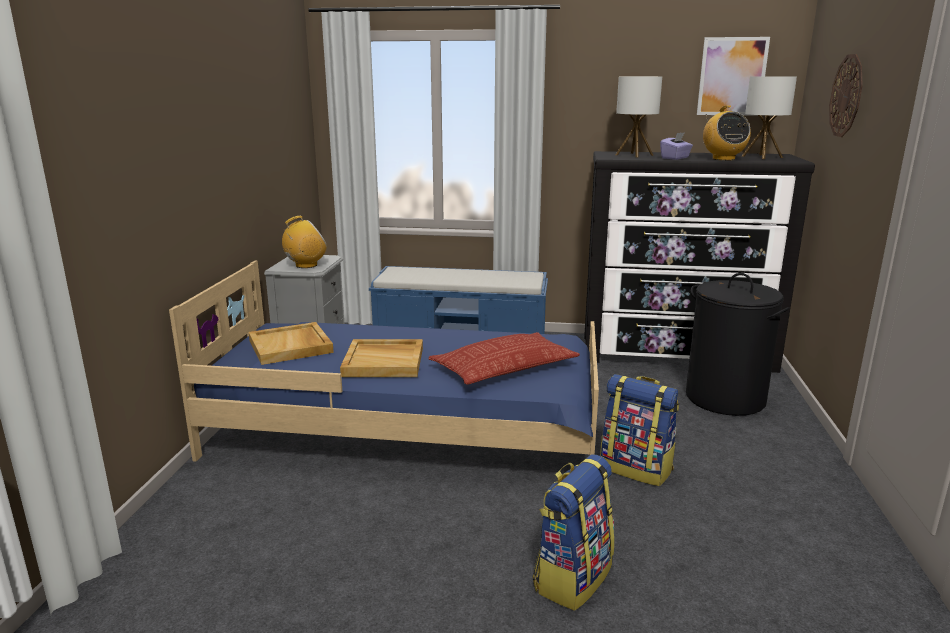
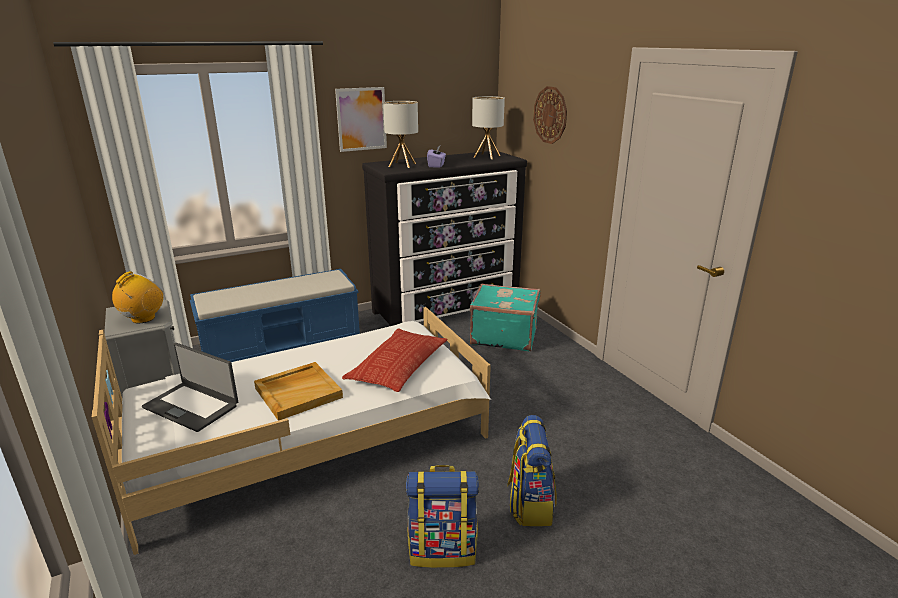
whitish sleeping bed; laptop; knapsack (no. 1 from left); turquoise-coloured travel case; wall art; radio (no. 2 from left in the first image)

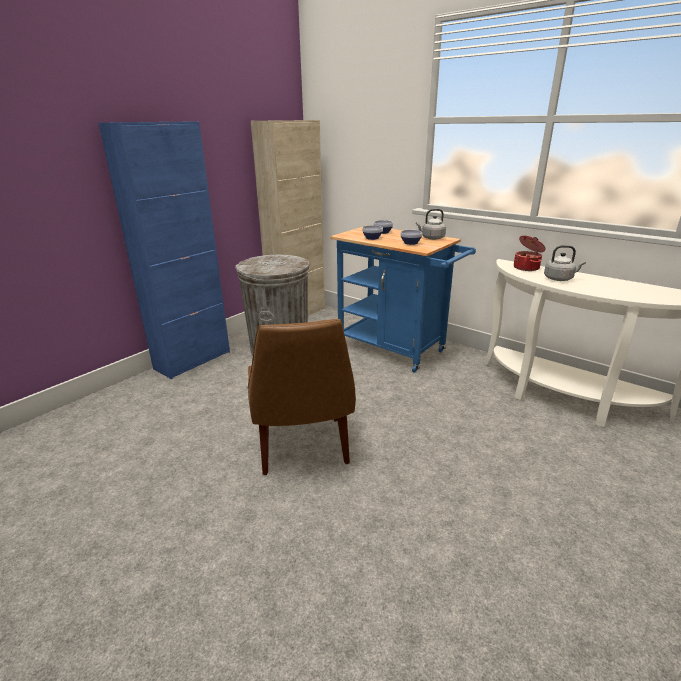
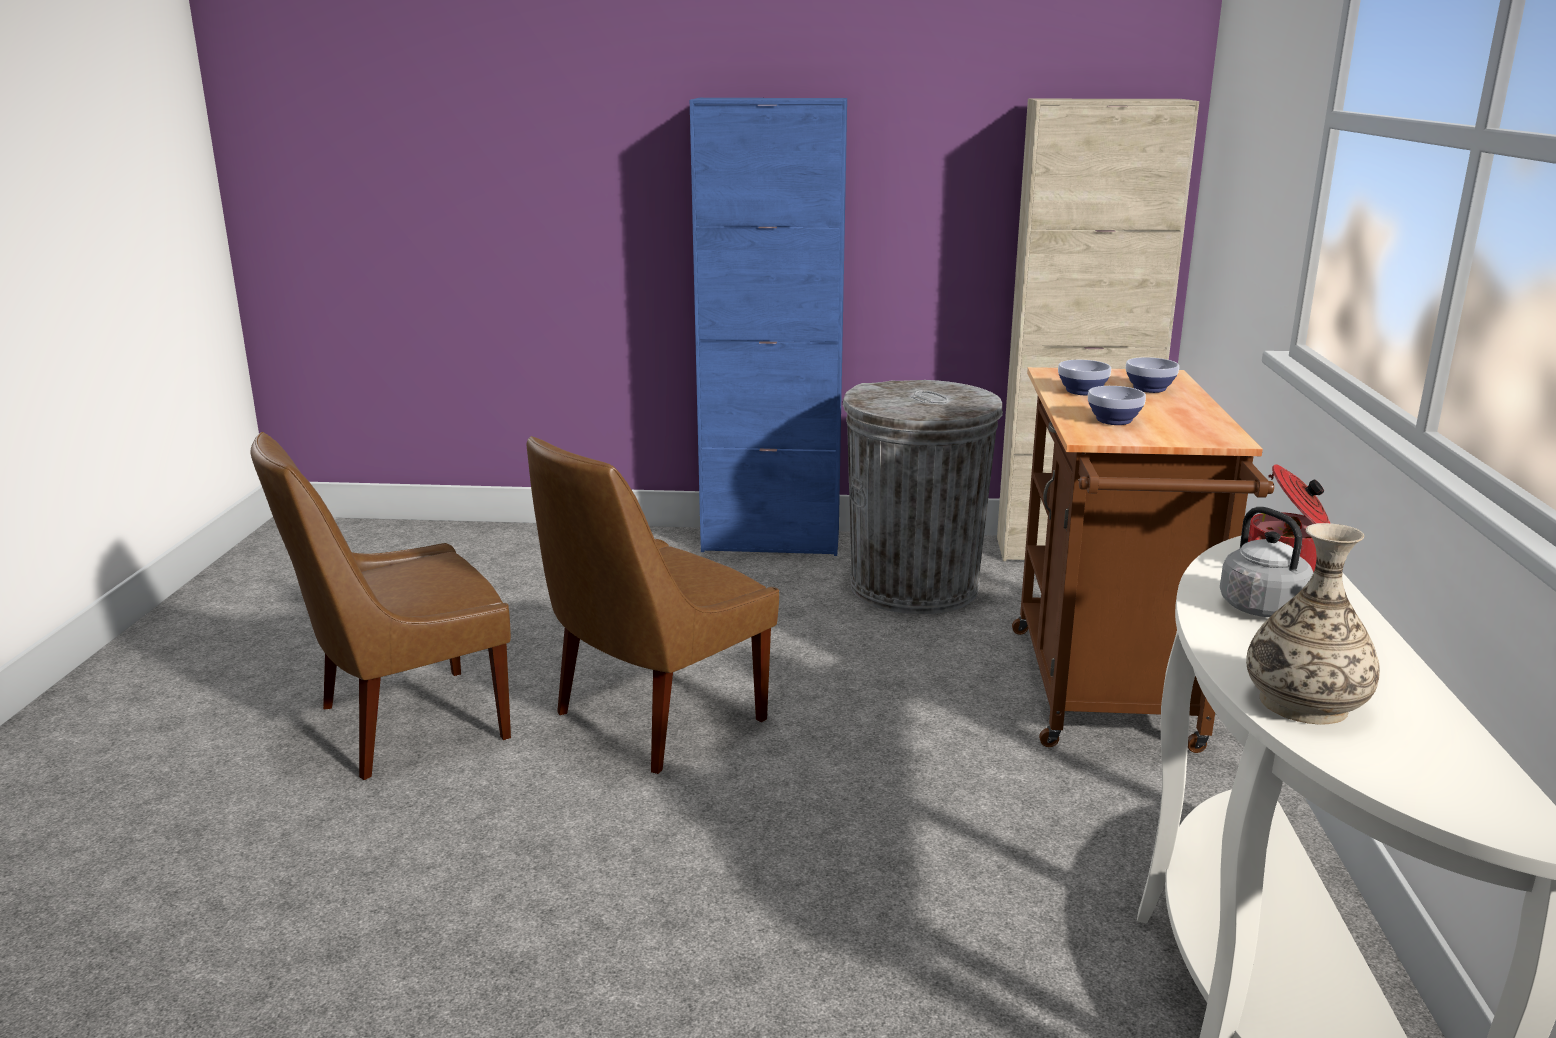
brownish cart; greyish kettle (no. 1 from left in the first image); brownish plain chair (no. 1 from left); flower vase

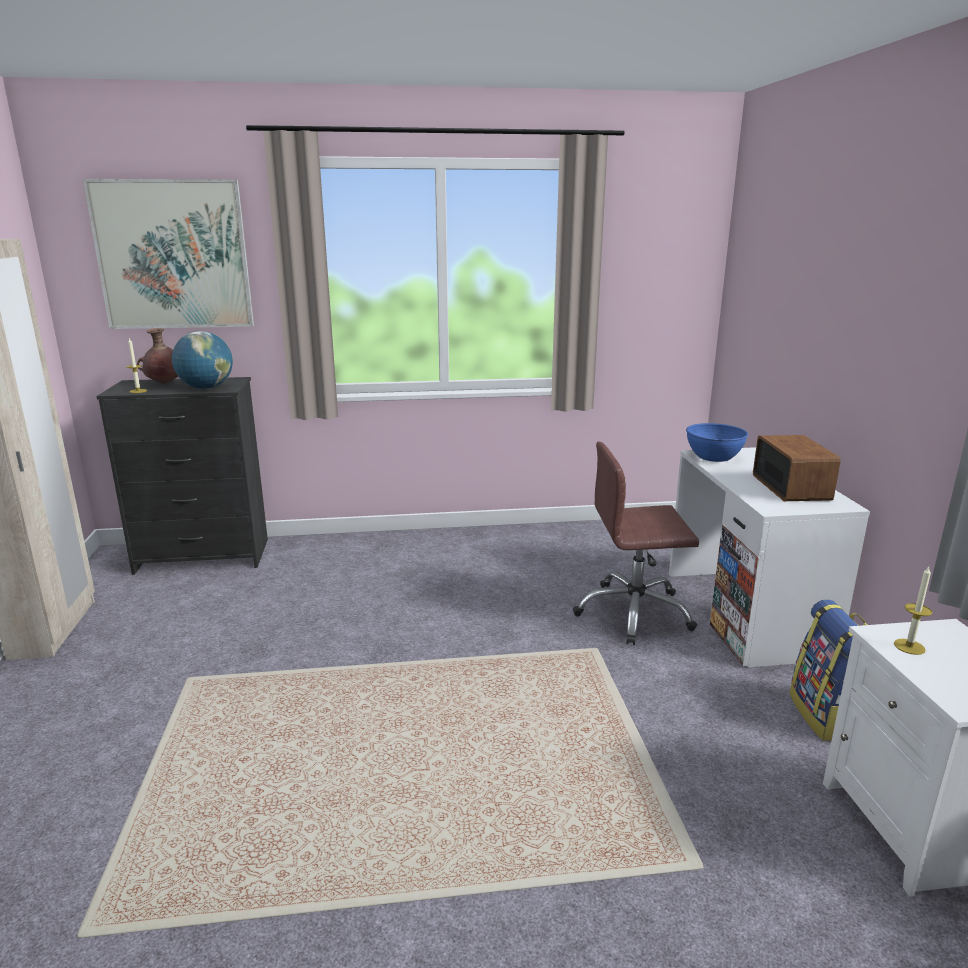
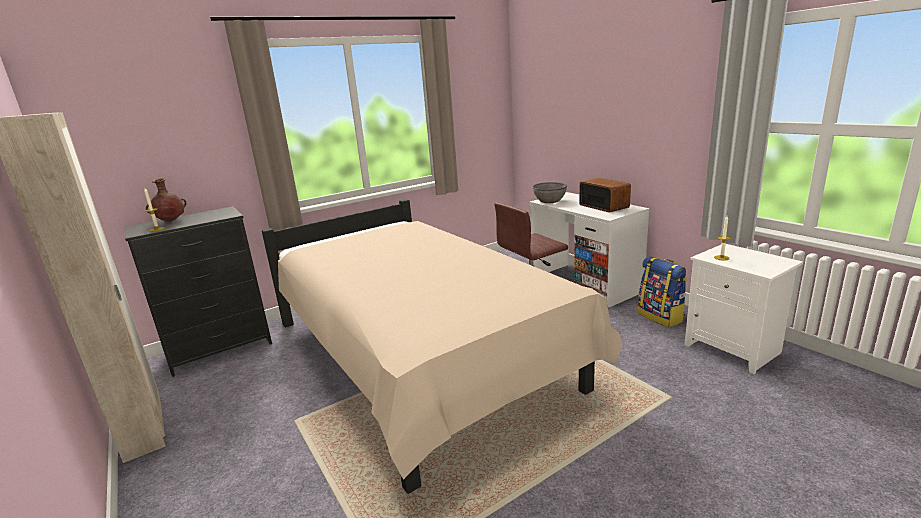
wall art; world globe; greyish bowl; beige-coloured sleeping bed

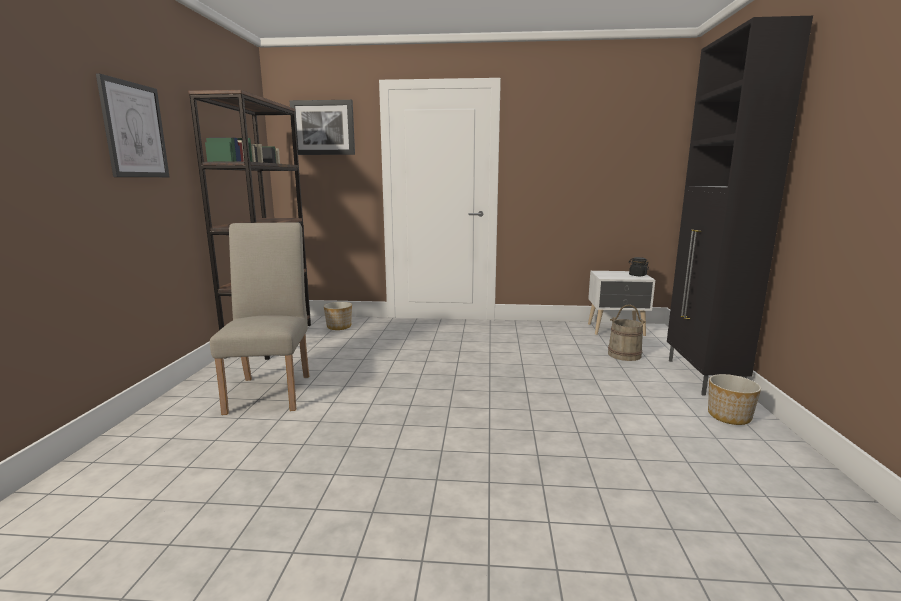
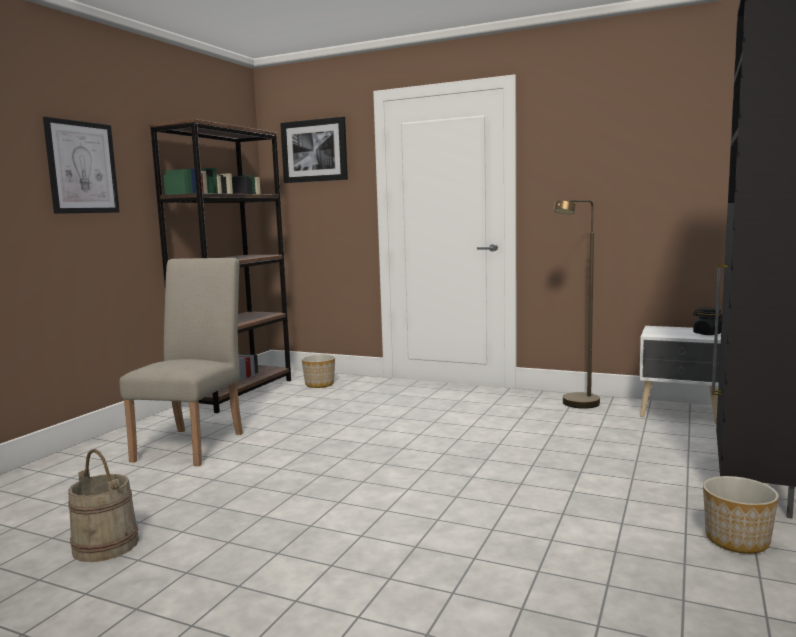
beige-coloured water bucket; brownish standing lamp

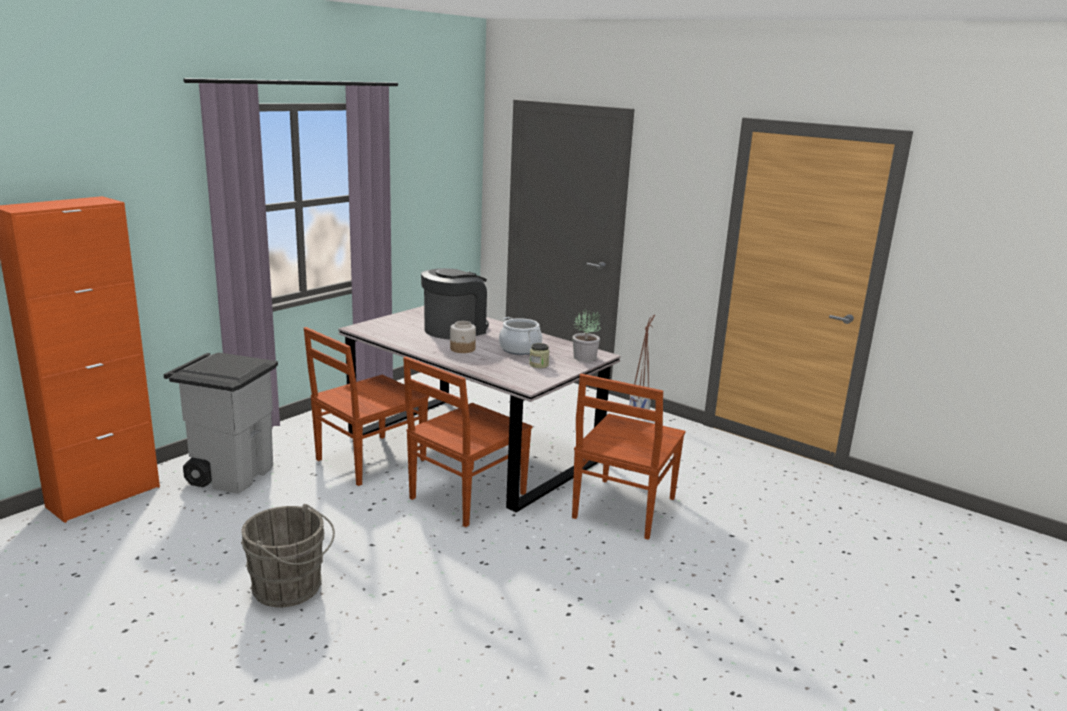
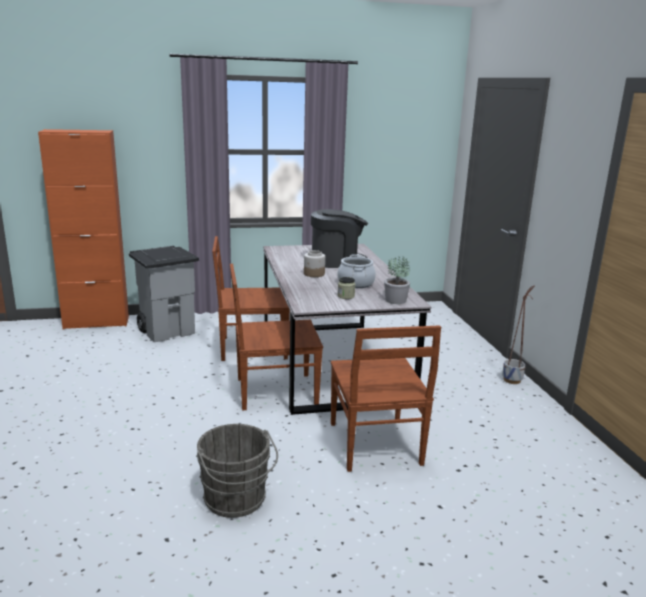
greyish water bucket; brownish plain chair (no. 3 from left)

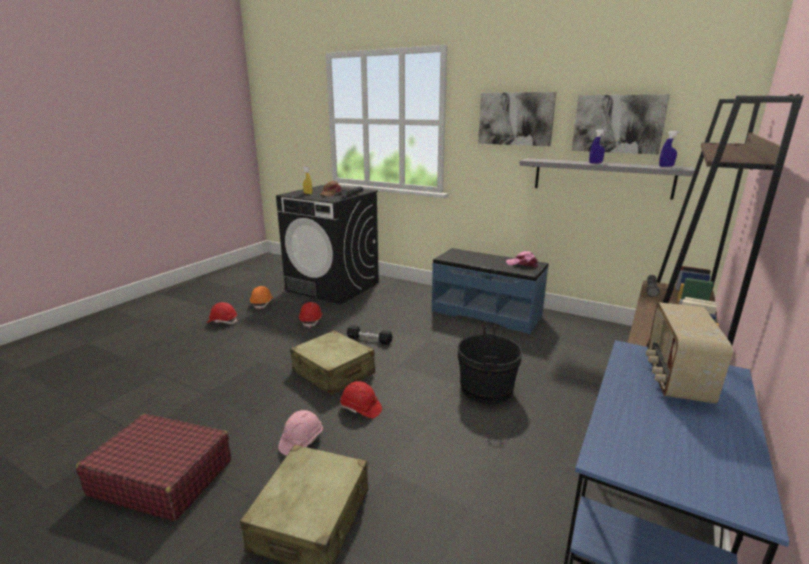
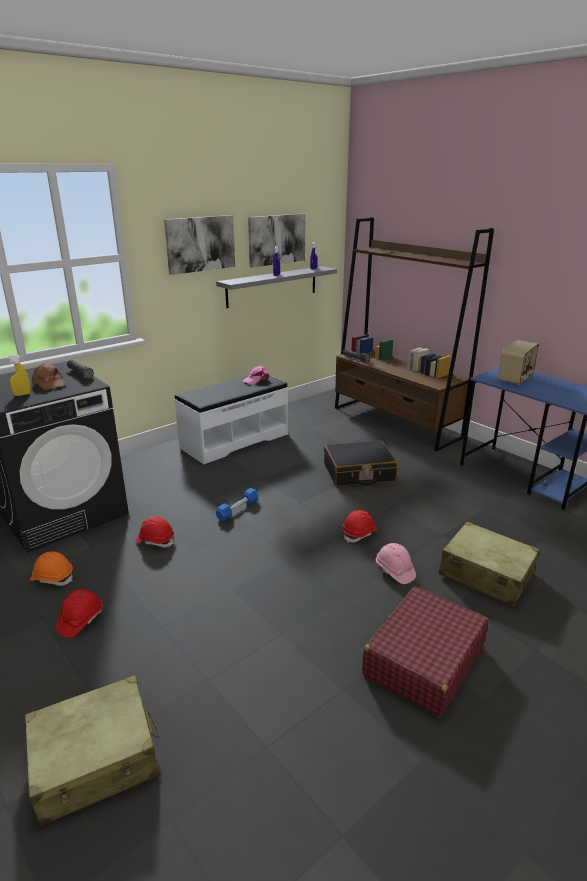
beige-coloured travel case (no. 1 from left); blue dumbbell; whitish long seat; blackish travel case; radio

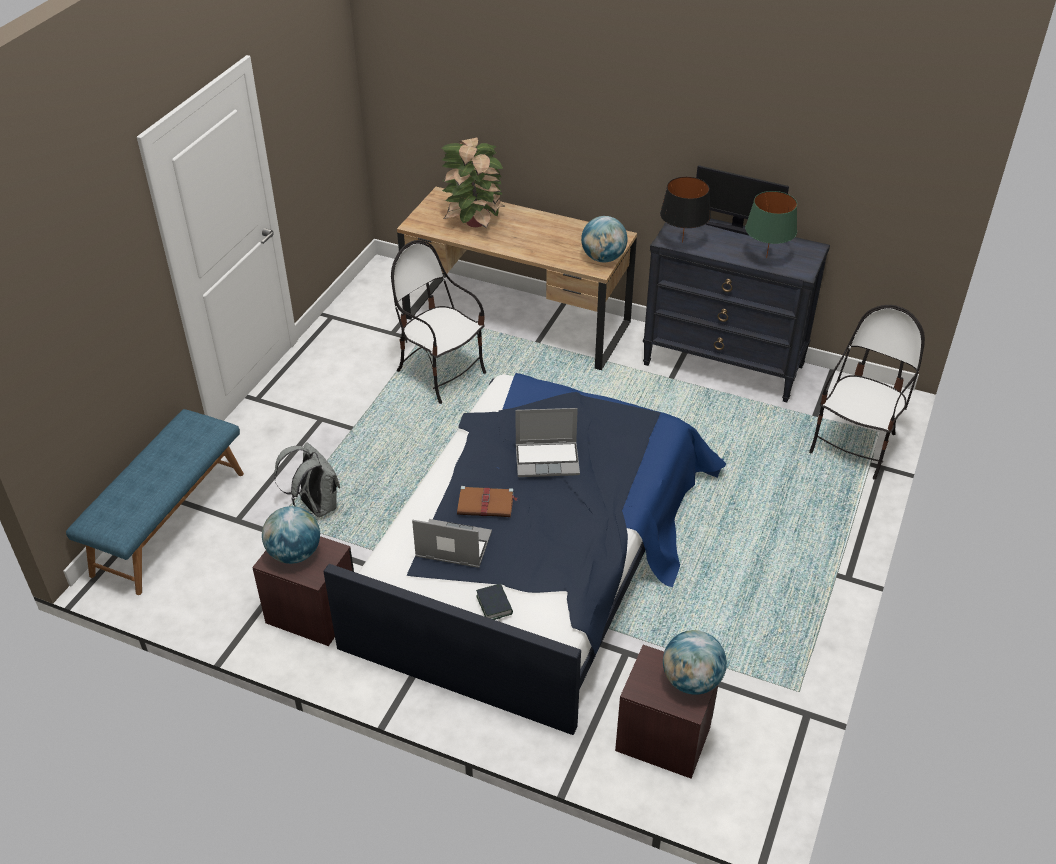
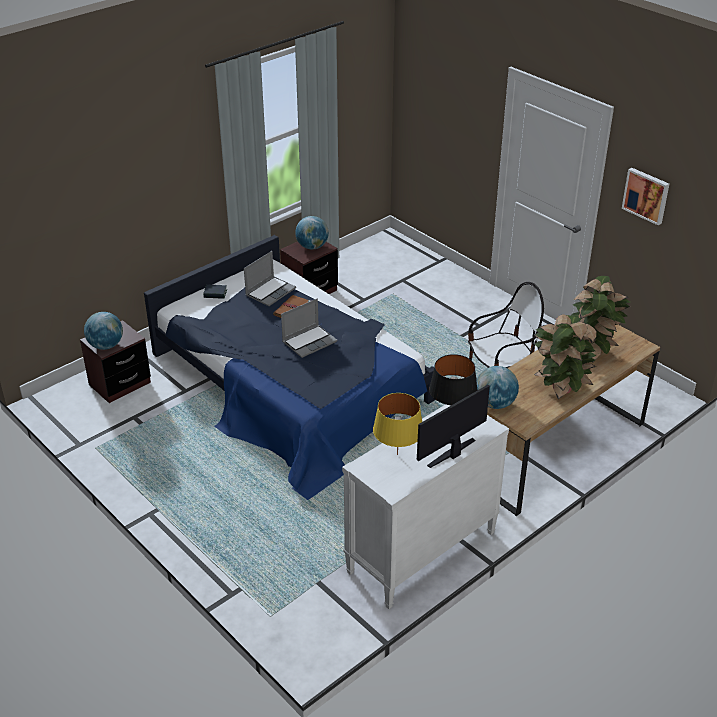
blue long seat; greyish knapsack; laptop (no. 2 from left); whitish drawer chest; yellow lamp for a table; plain chair (no. 2 from left in the first image); potted plant (no. 1 from left); wall art

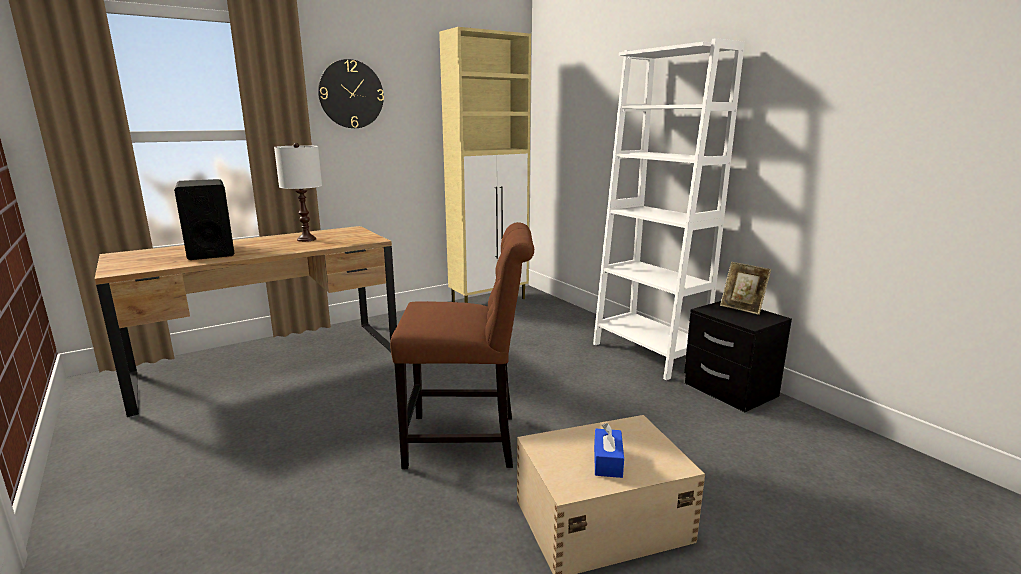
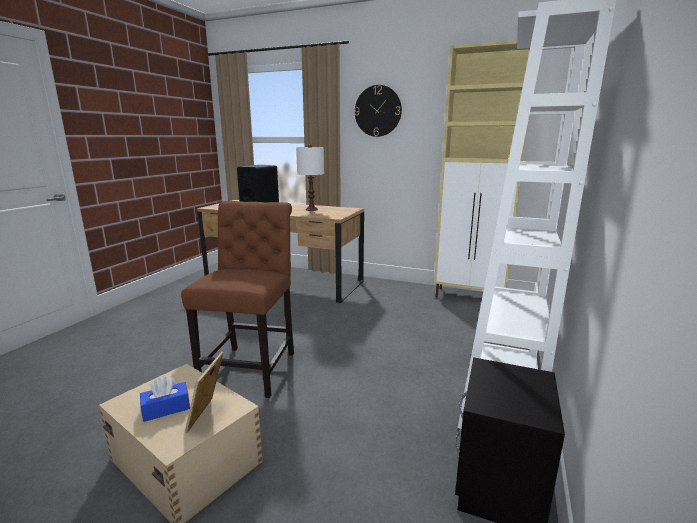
brownish plain chair; standing frame

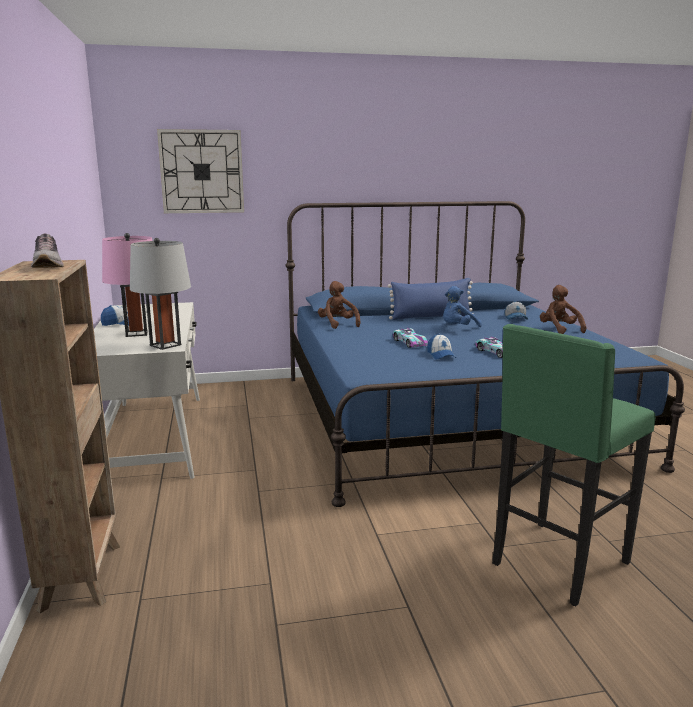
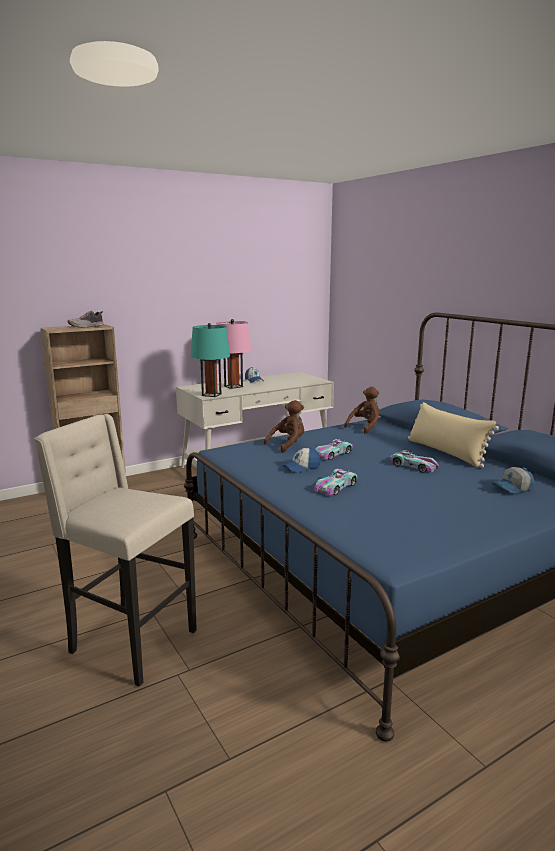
turquoise-coloured lamp for a table; wall clock; beige-coloured throw pillow; toy car (no. 3 from left); beige-coloured stool; brownish cuddly toy (no. 1 from left)

